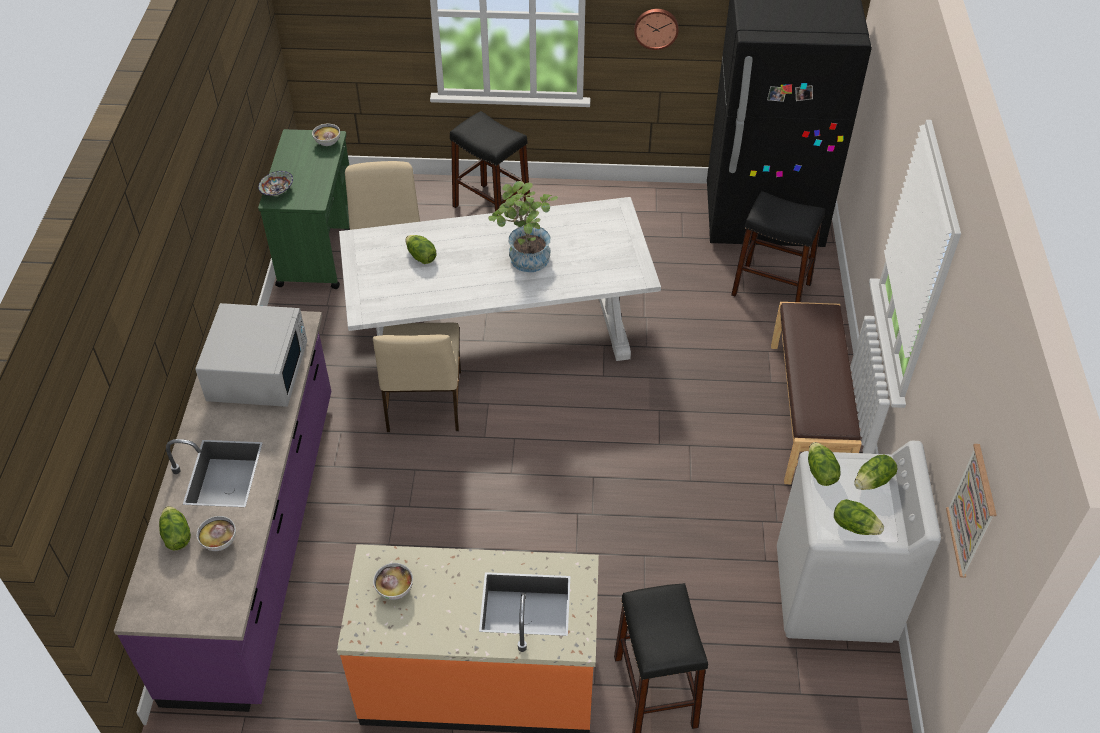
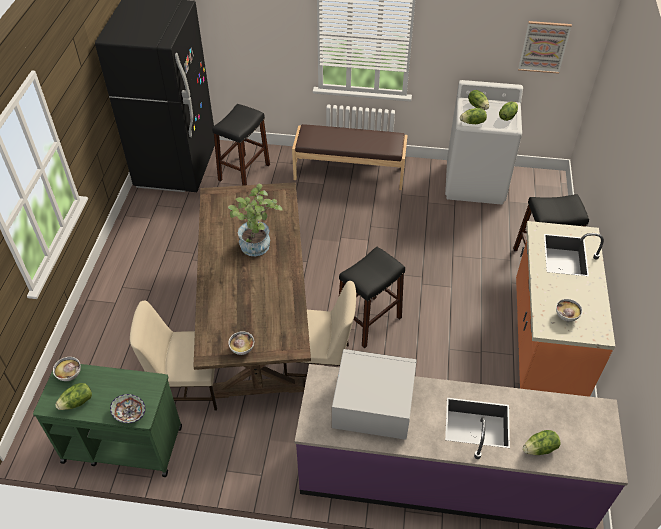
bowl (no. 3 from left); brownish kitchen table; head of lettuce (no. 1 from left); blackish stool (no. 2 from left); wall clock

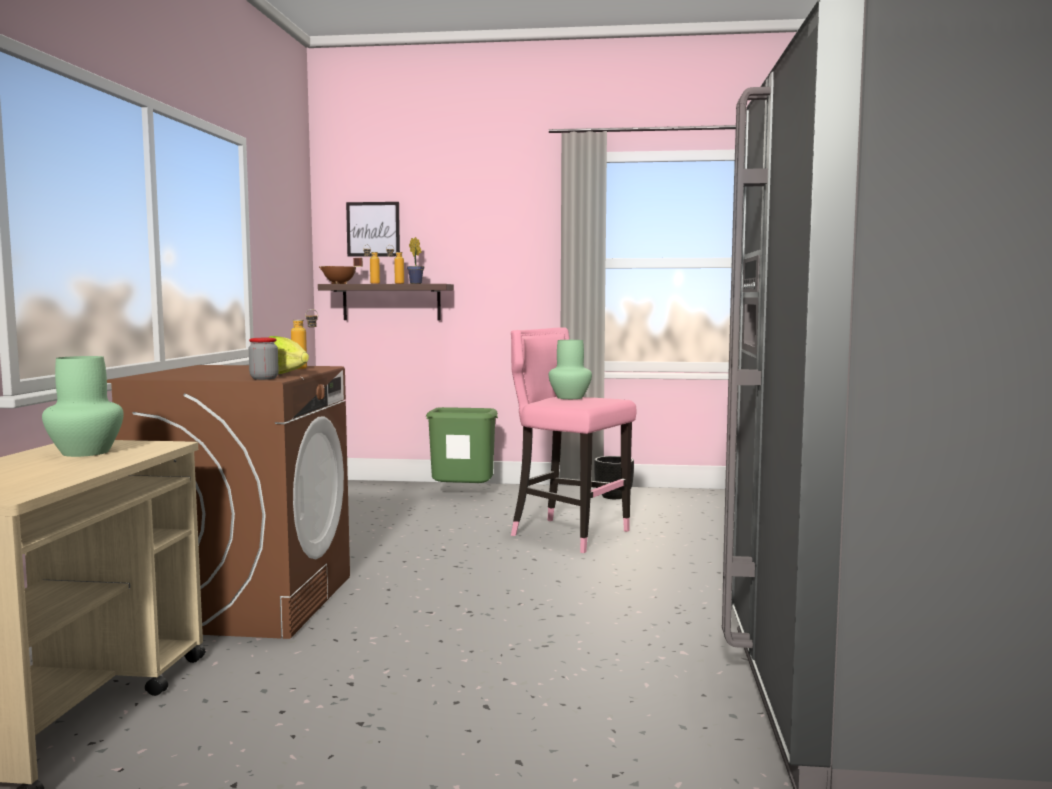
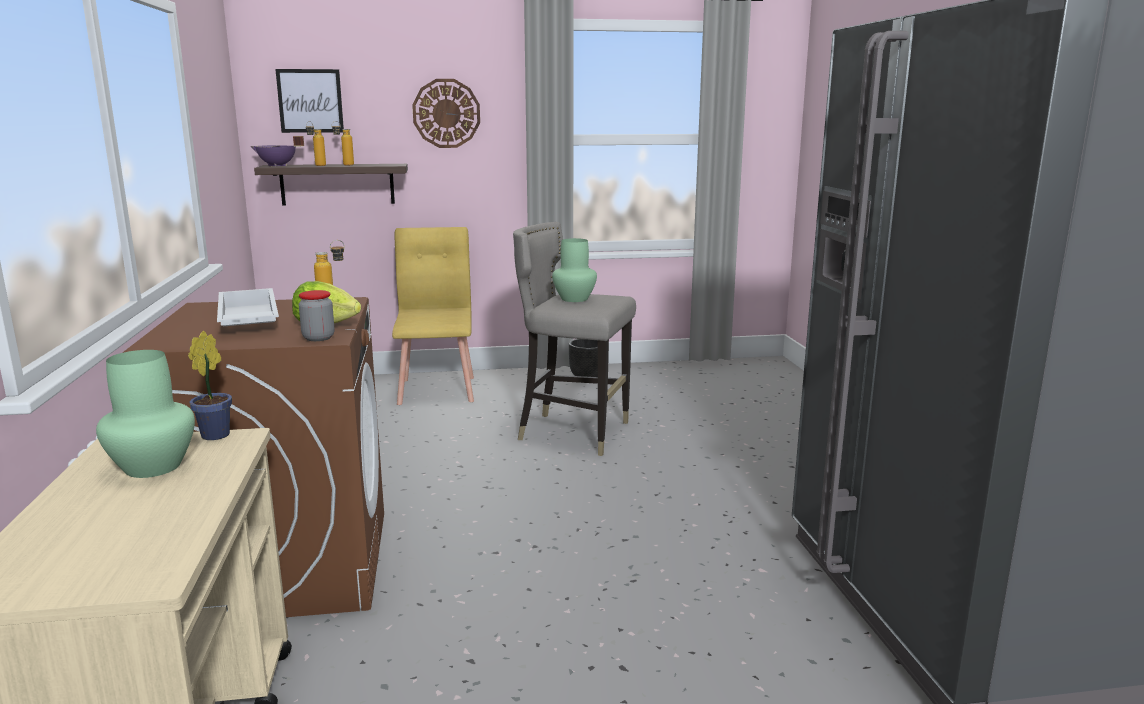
purple-coloured stockpot; potted plant; yellow plain chair; greyish stool; whitish carrying tray; wall clock

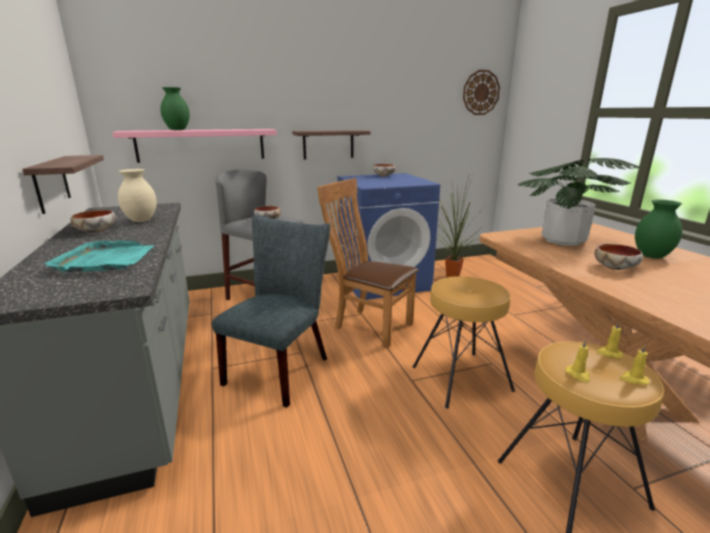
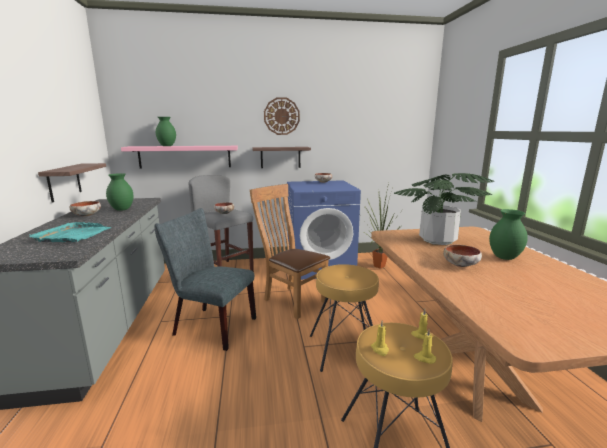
green flower vase (no. 1 from left); greyish plain chair; wall clock

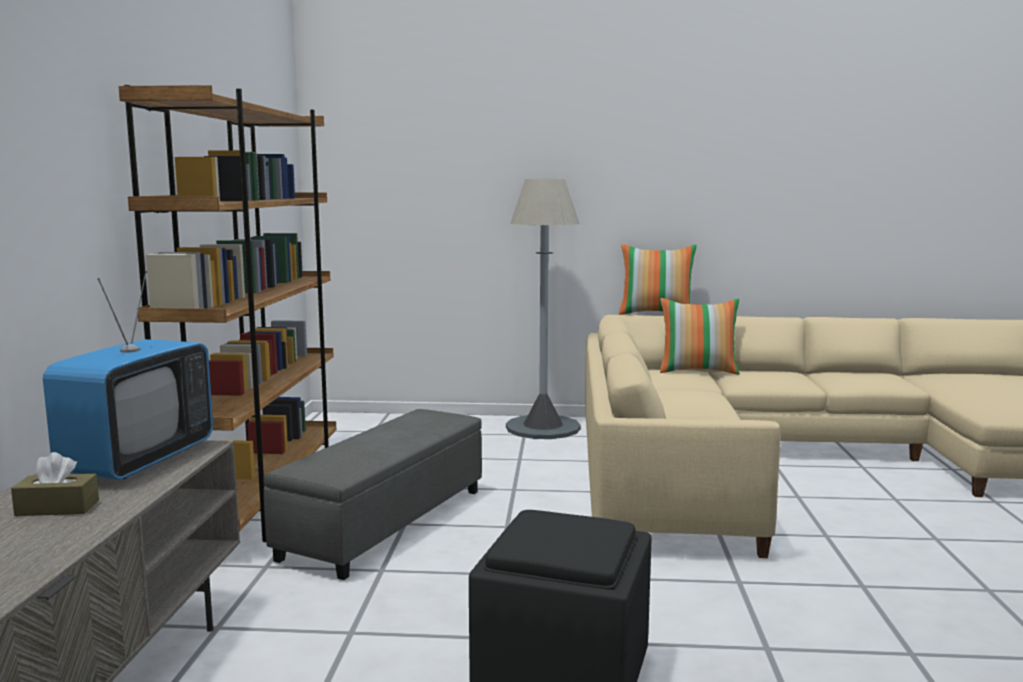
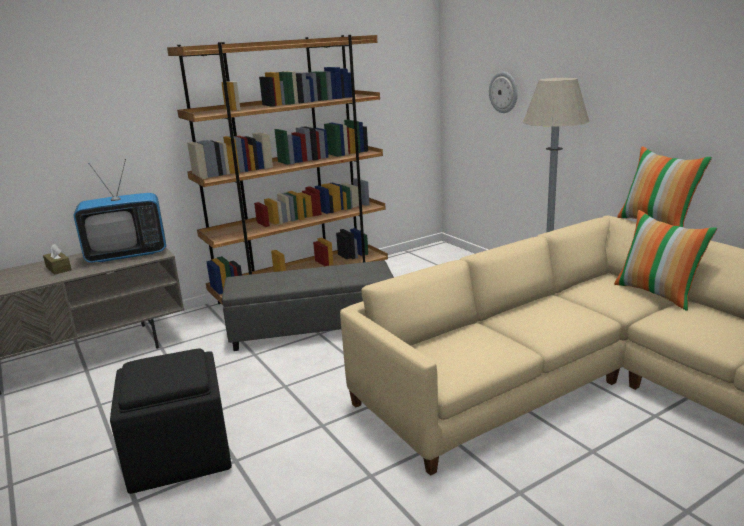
wall clock

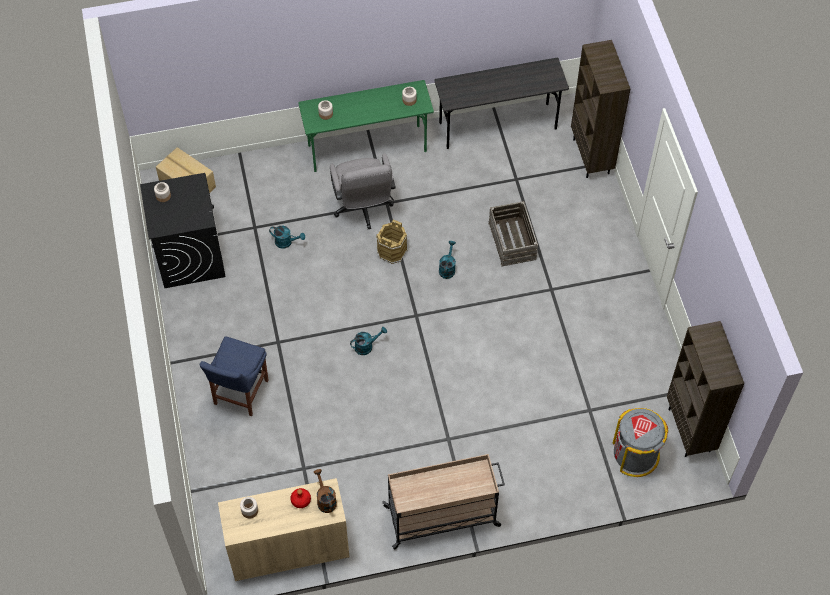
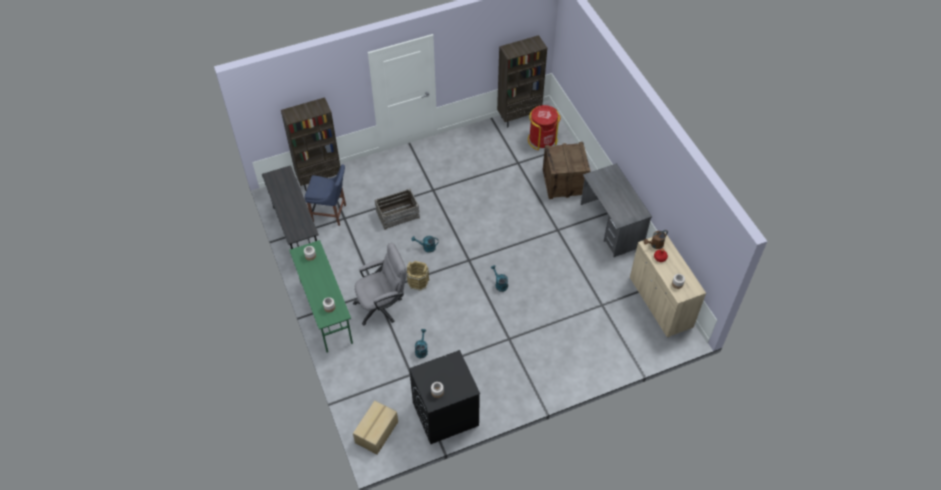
blue plain chair; greyish desk unit (no. 2 from left); reddish trash can; packing crate (no. 2 from left)

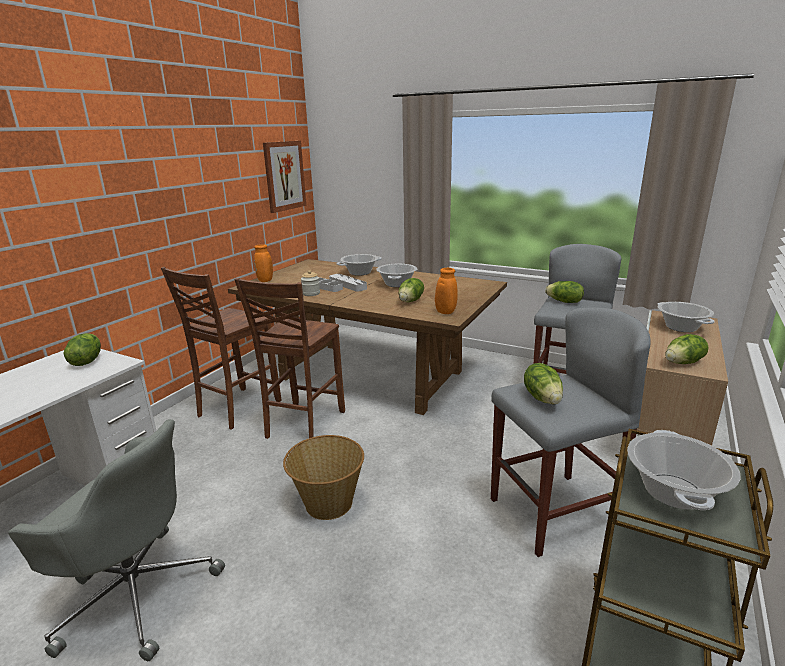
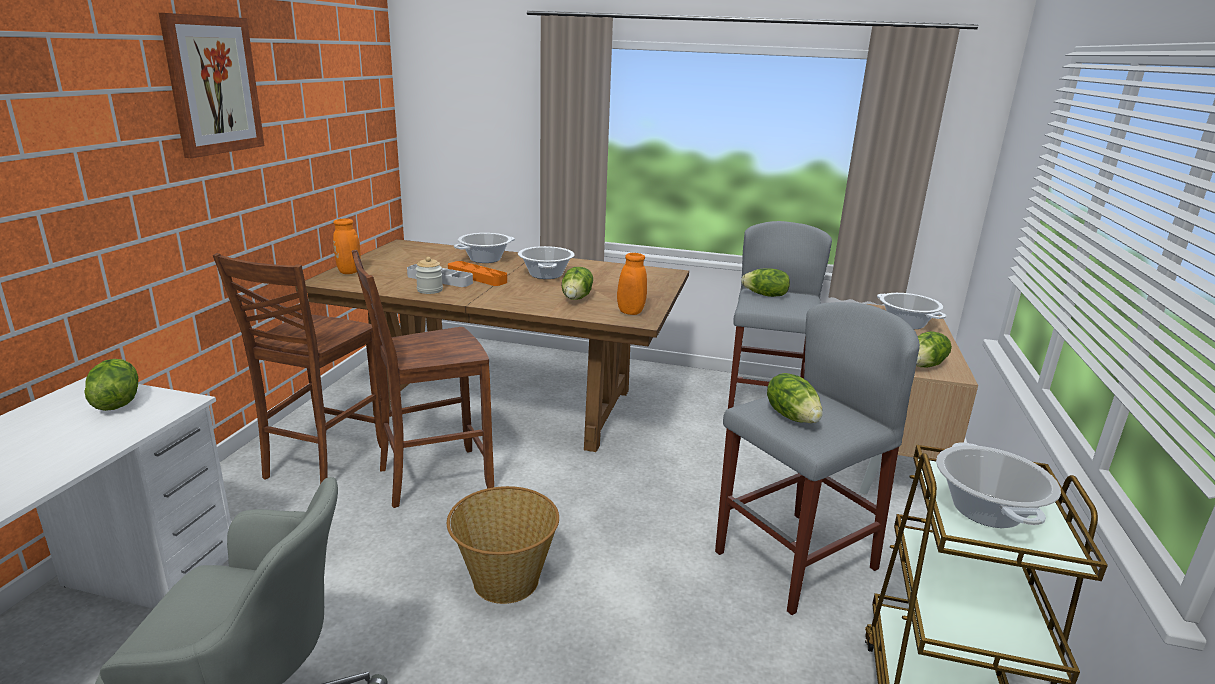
brownish plain chair (no. 2 from left); wall art; orangey carrying tray

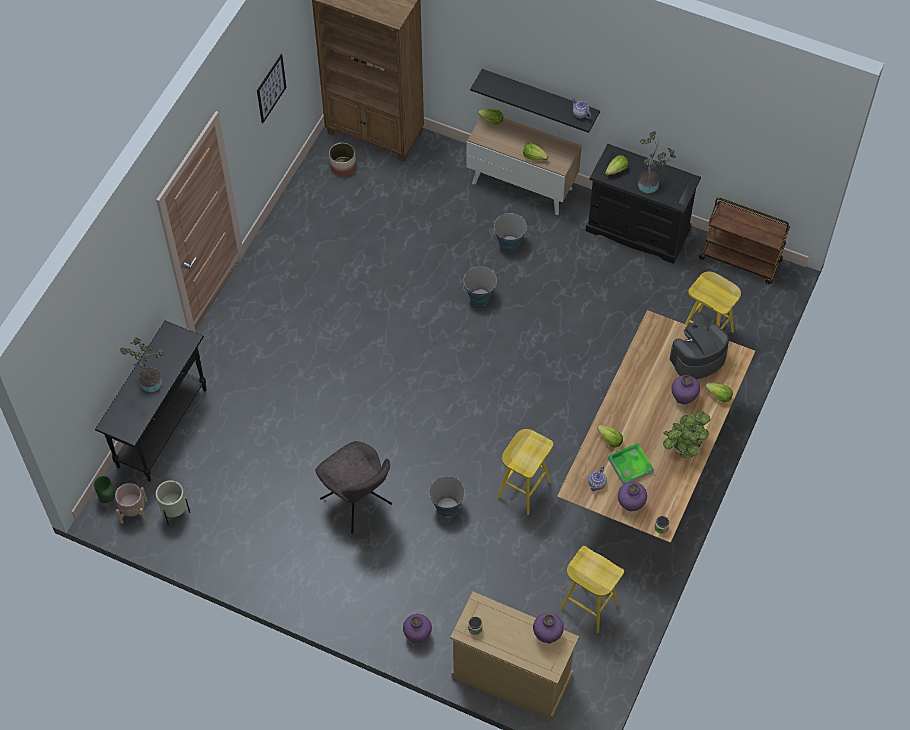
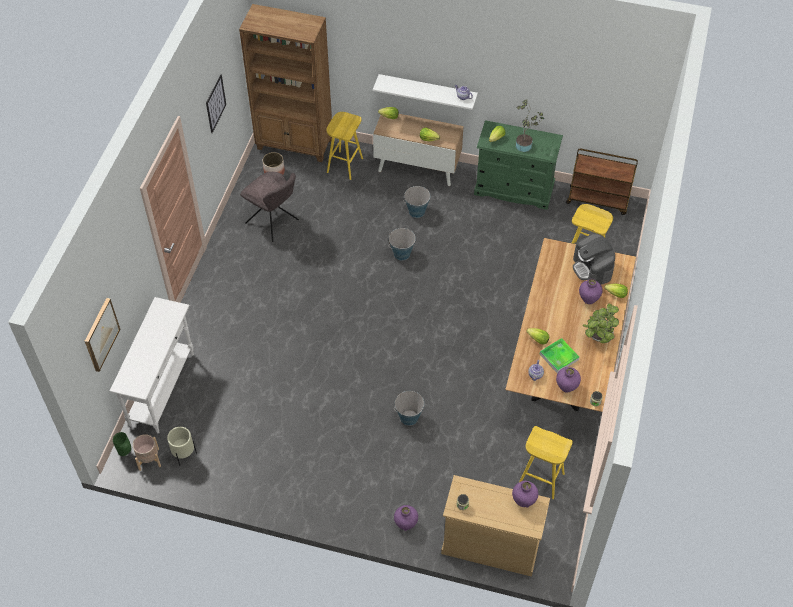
whitish console table; potted plant (no. 1 from left in the first image); greyish plain chair; whitish bracket shelf; yellow stool (no. 1 from left); green drawer chest; coffee maker; wall art (no. 1 from left)

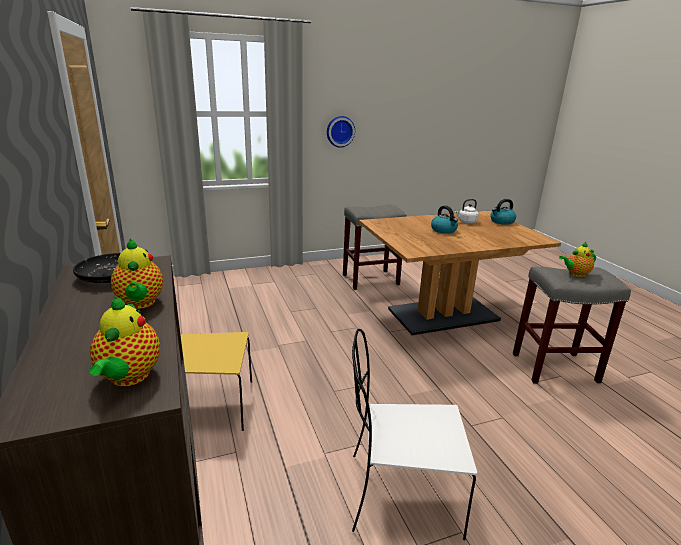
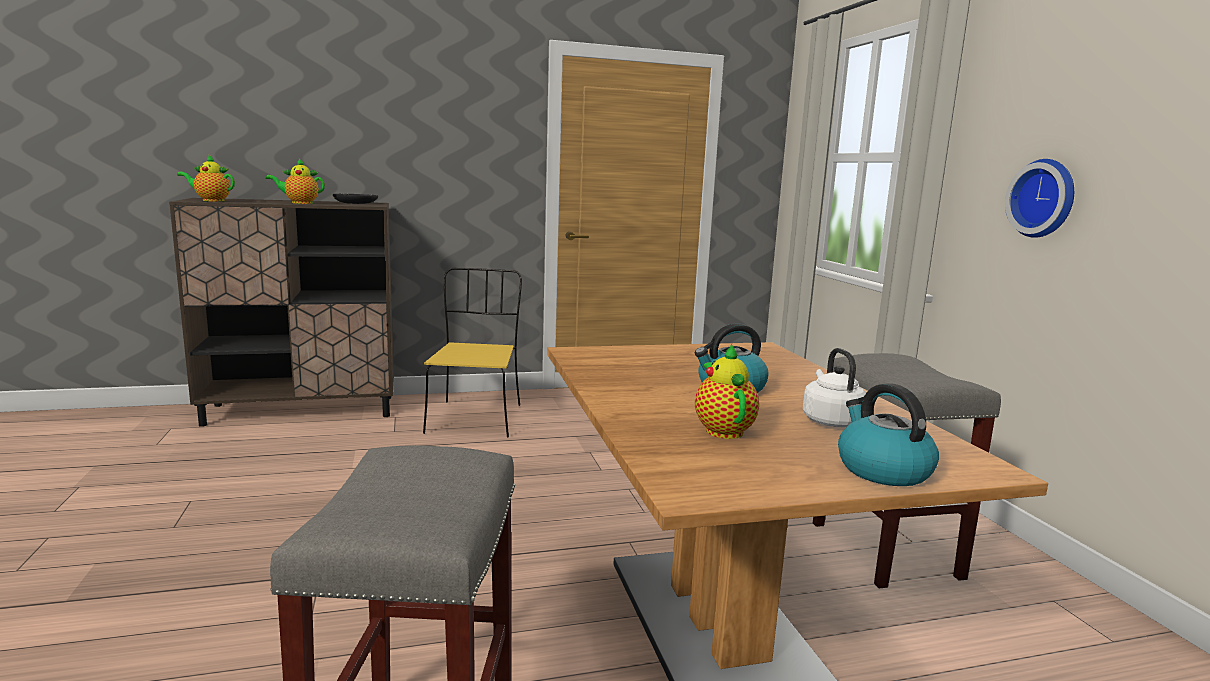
whitish plain chair; pot for tea (no. 3 from left)

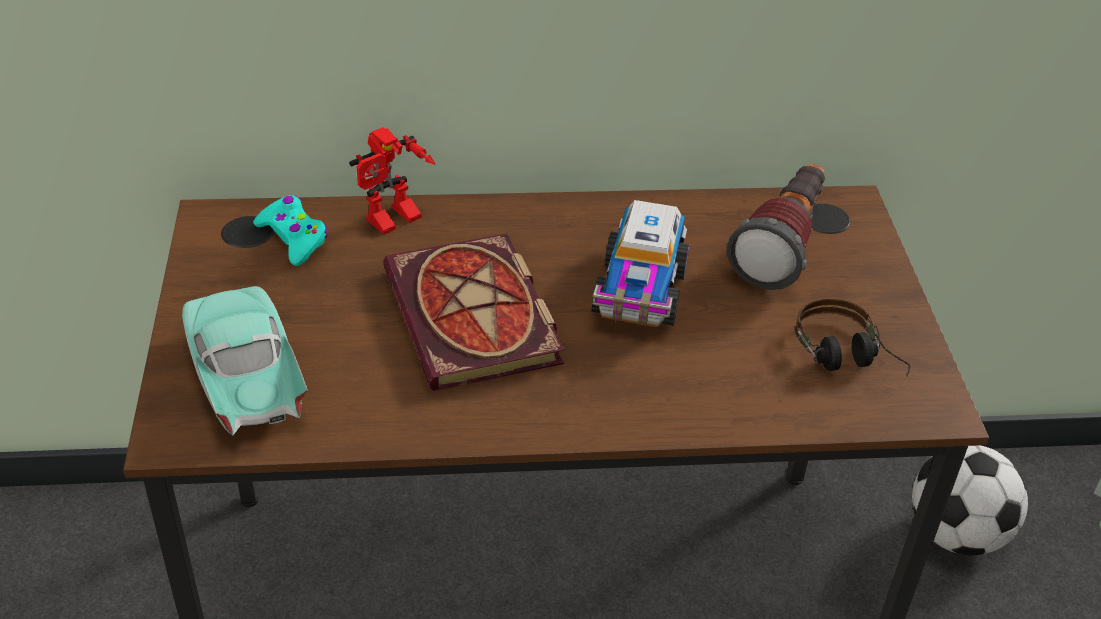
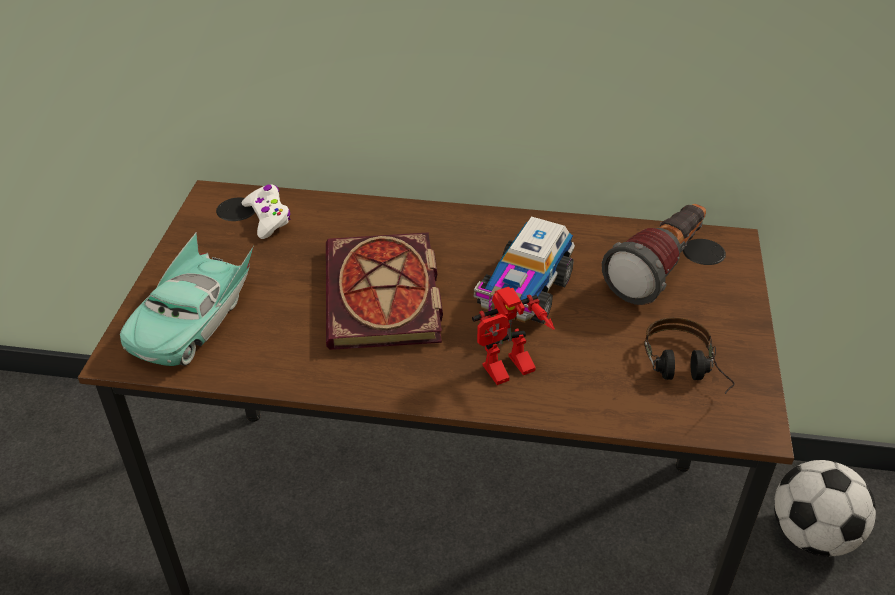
turquoise-coloured toy car; whitish gamepad; model robot

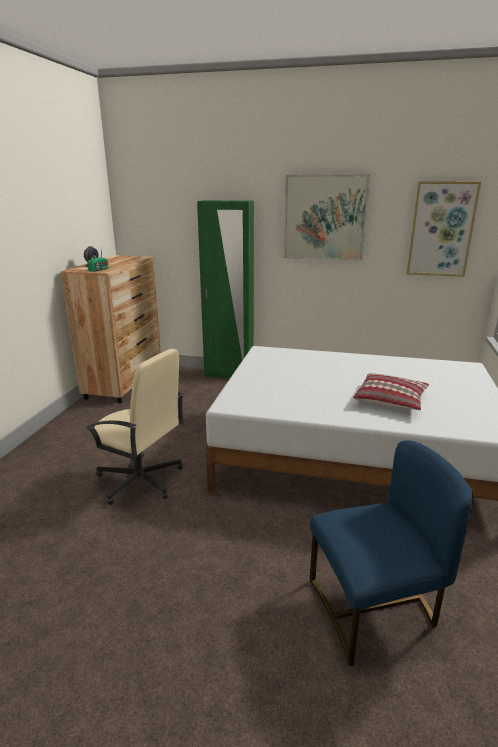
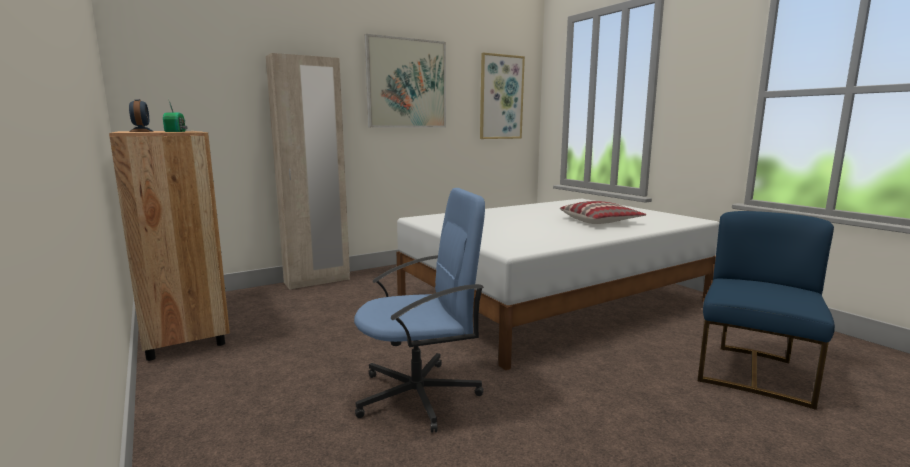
blue computer chair; beige-coloured clothes cupboard

